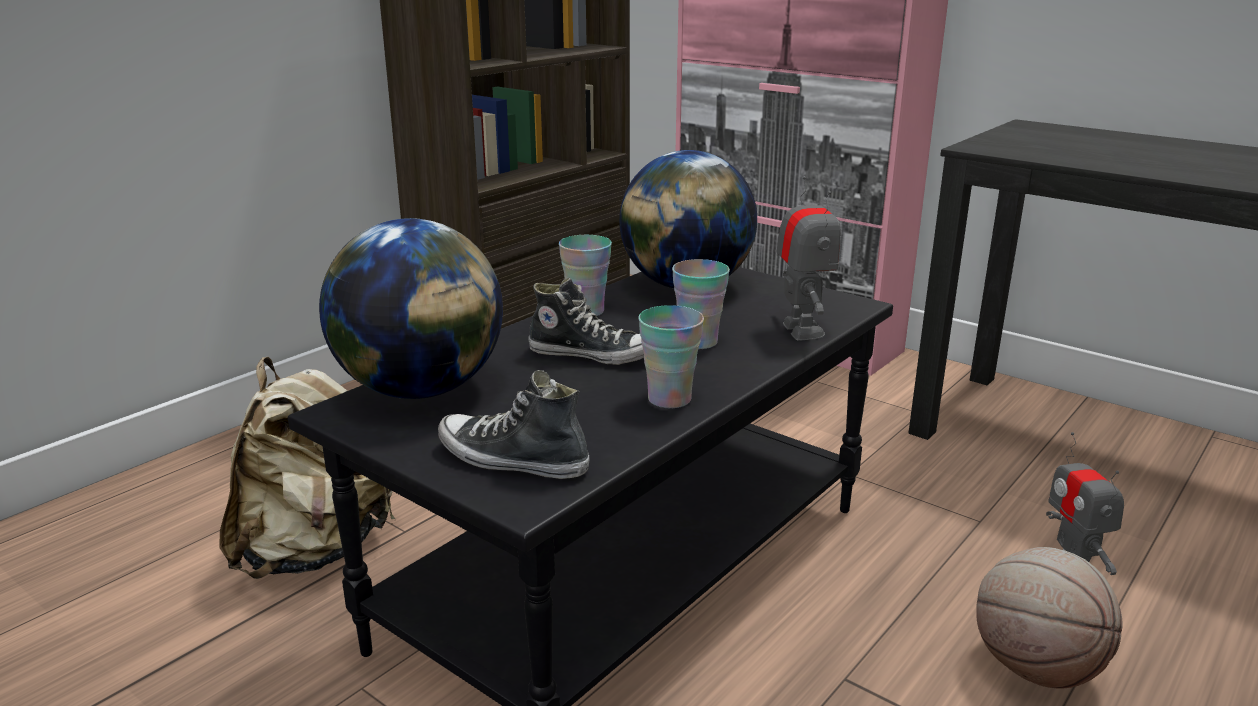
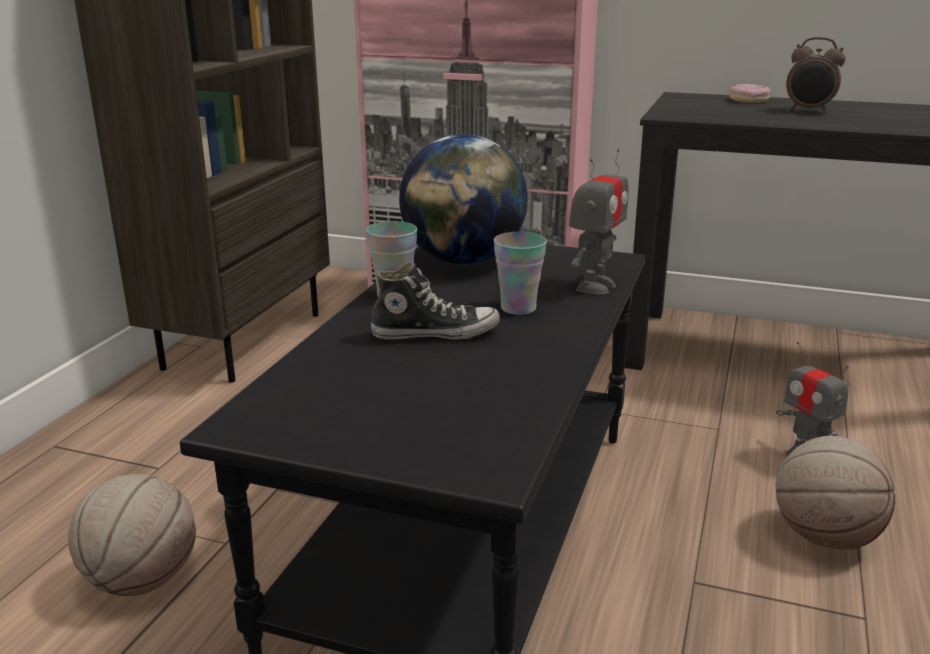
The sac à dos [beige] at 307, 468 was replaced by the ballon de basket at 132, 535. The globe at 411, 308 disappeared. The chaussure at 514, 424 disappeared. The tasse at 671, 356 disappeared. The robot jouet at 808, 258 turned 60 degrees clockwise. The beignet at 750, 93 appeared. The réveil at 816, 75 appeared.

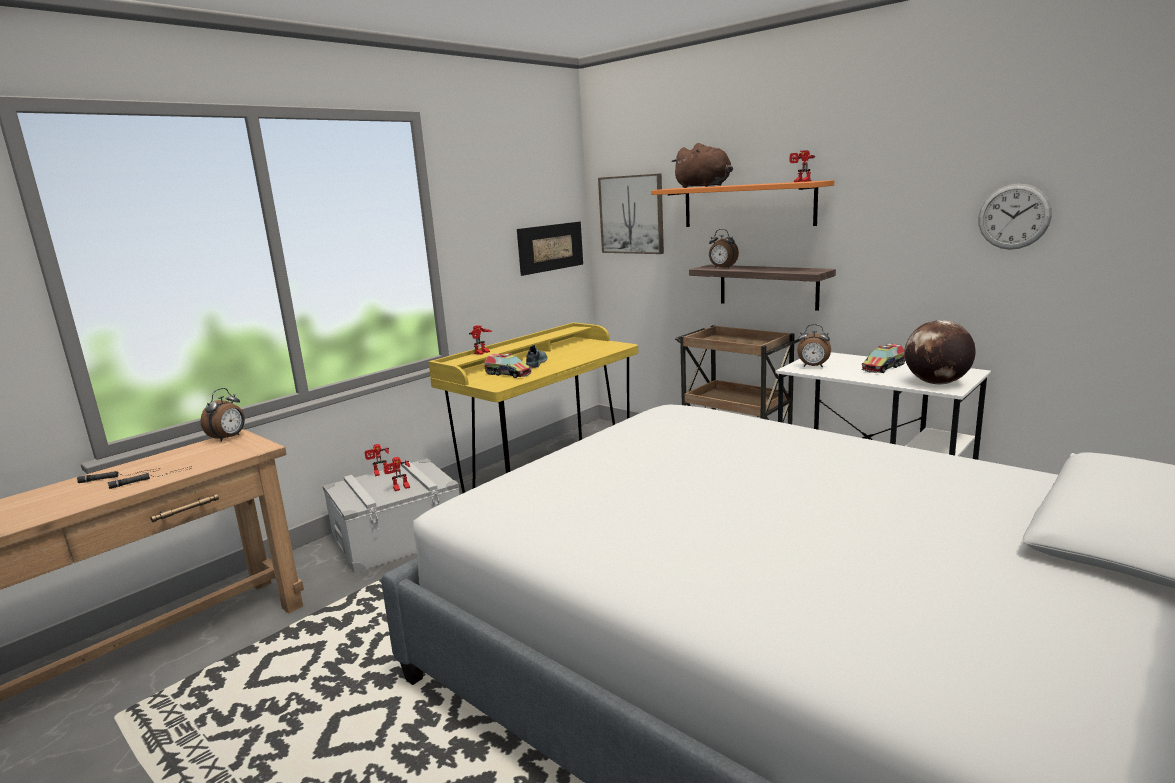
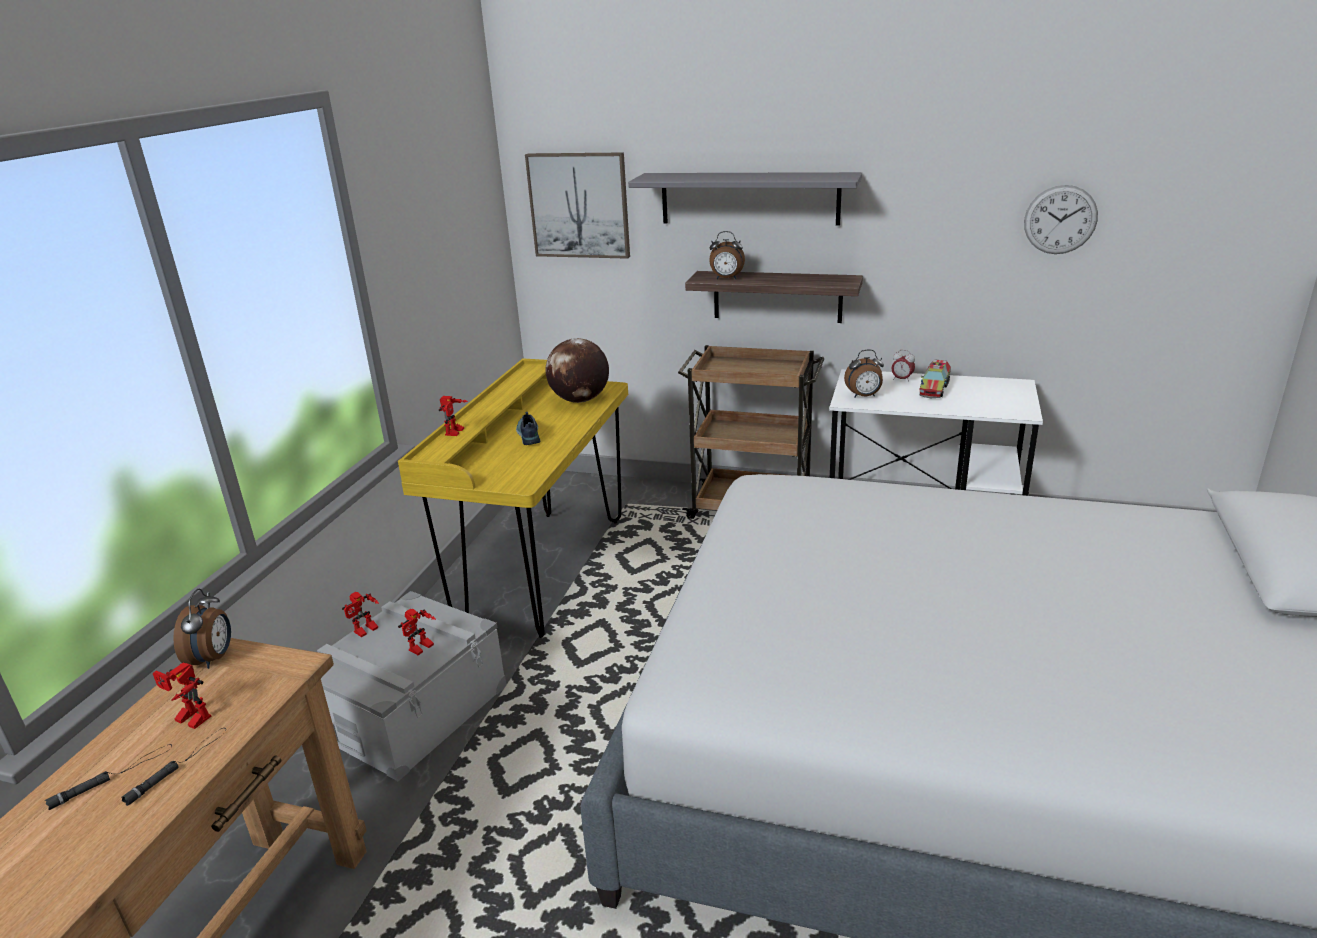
The camion jouet at 508, 365 disappeared. The tableau at 550, 249 disappeared. The étagère [orange] at 742, 203 became the étagère [gris] at 745, 199. The peluche [marron] at 702, 165 disappeared. The robot jouet moved from 802, 166 to 182, 695. The globe moved from 940, 352 to 577, 370. The réveil at 903, 366 appeared.

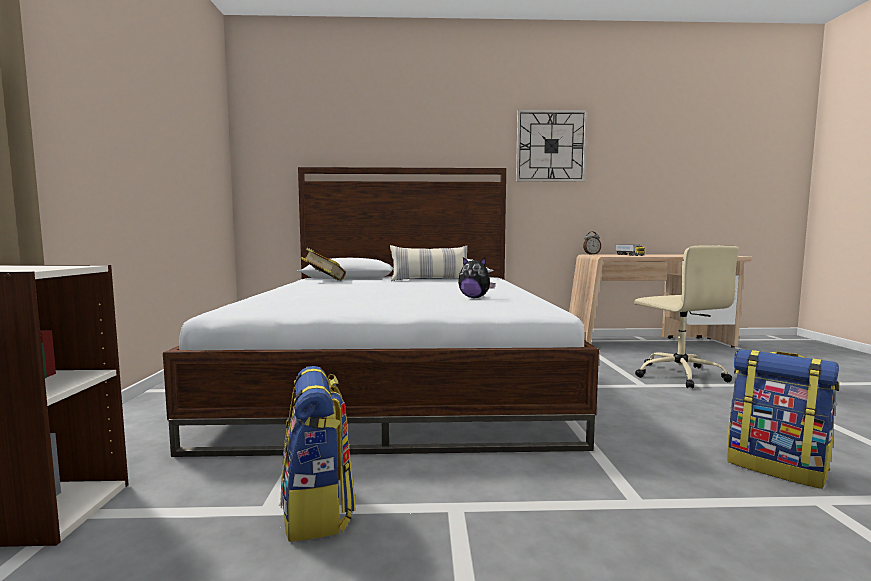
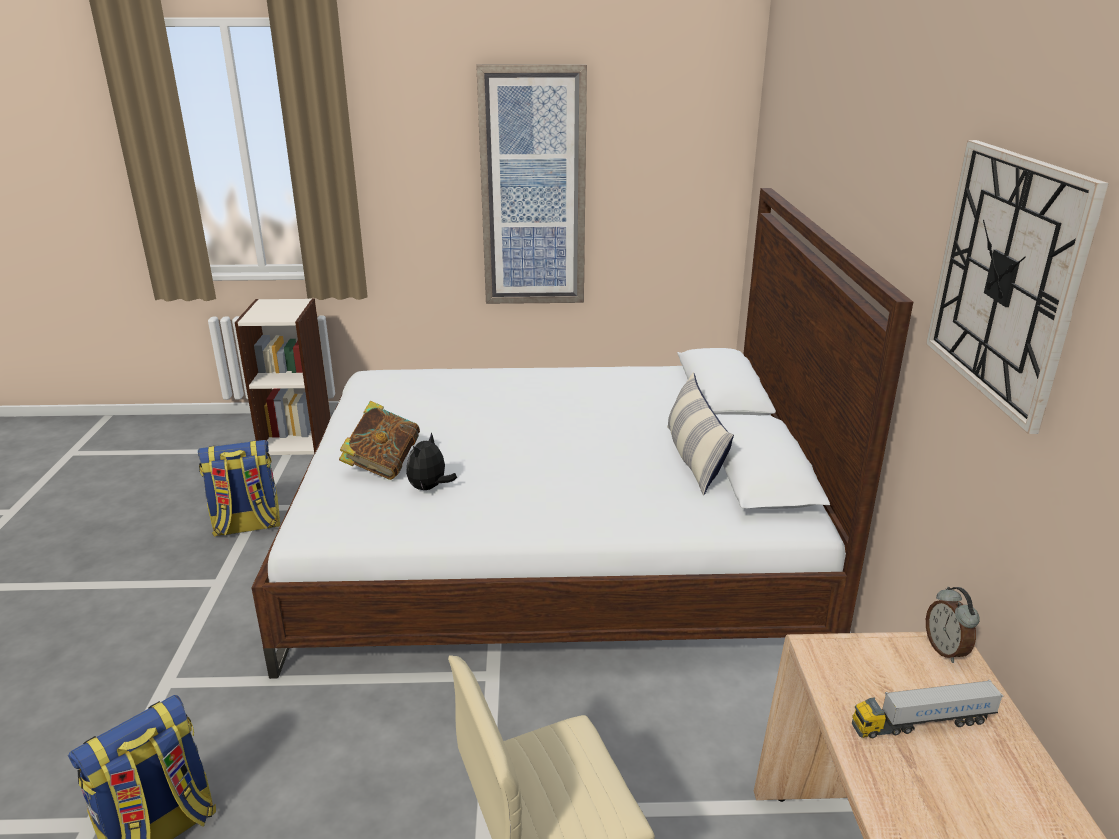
The livre moved from 323, 264 to 379, 440. The tableau at 531, 184 appeared.

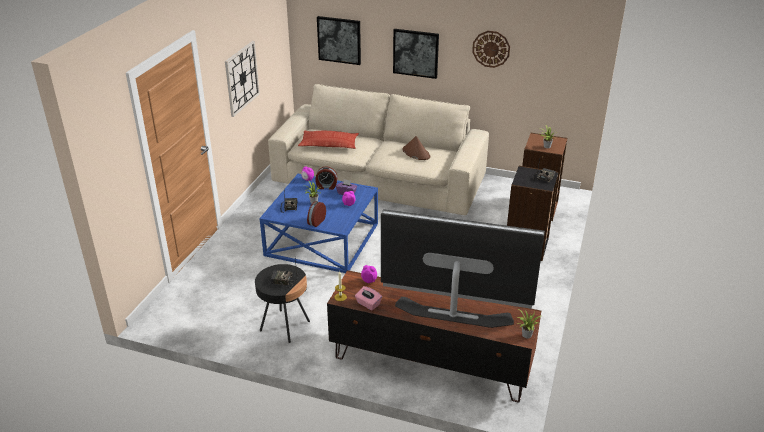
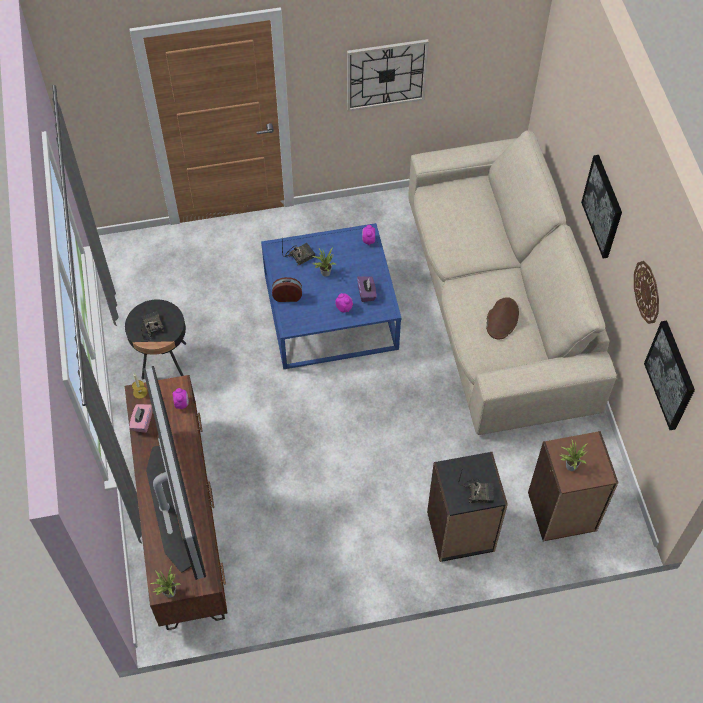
The coussin at 328, 140 disappeared. The réveil at 326, 178 disappeared. The tableau moved from 339, 40 to 669, 375.

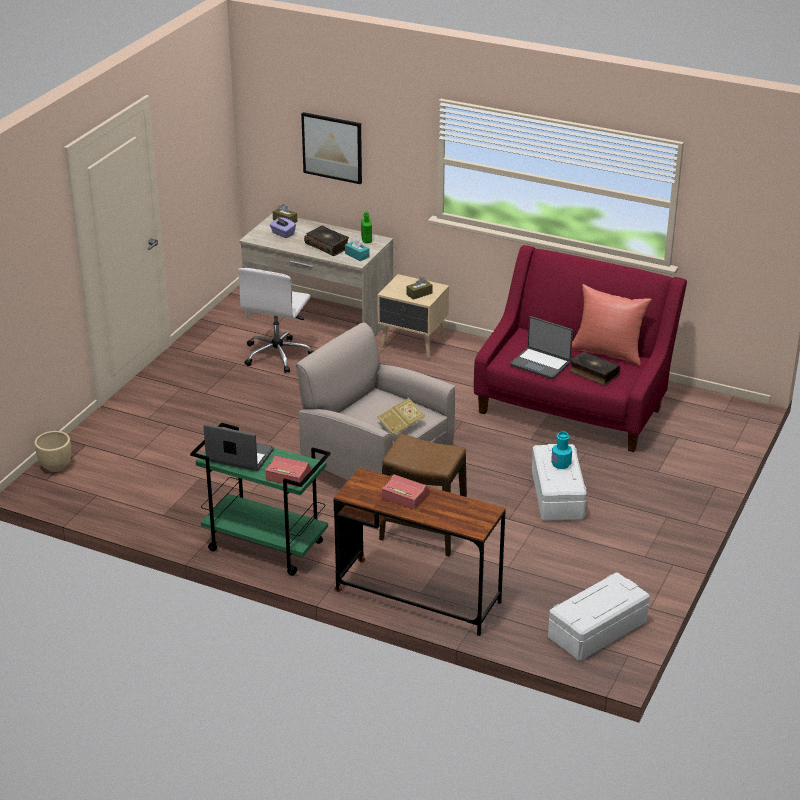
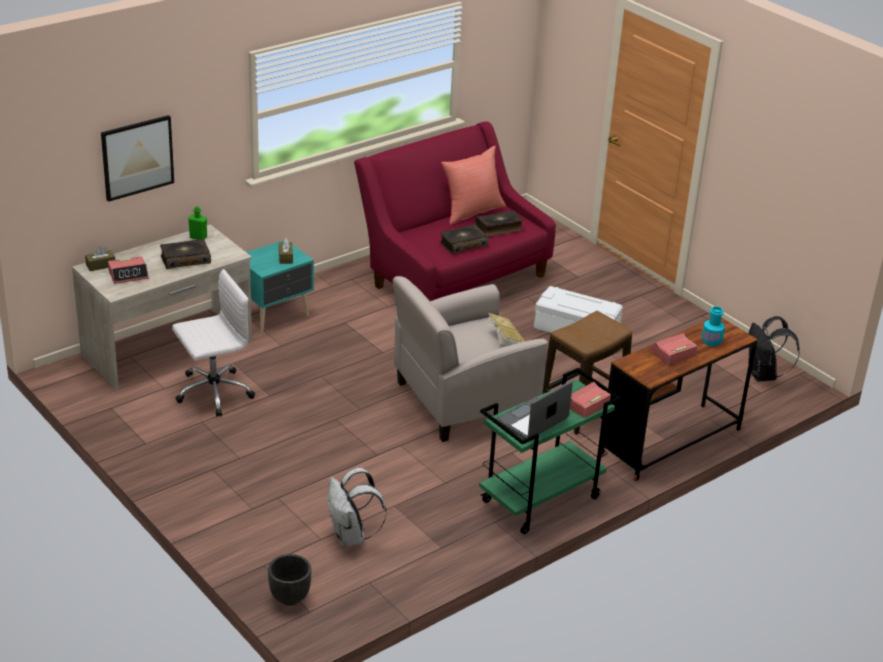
The cache-pot [beige] at 52, 451 became the cache-pot [noir] at 289, 580. The chaise de bureau [blanc] at 276, 320 turned 75 degrees counterclockwise. The boîte à mouchoirs [violet] at 283, 227 was replaced by the réveil at 128, 270. The boîte à mouchoirs [turquoise] at 357, 249 disappeared. The table de chevet [beige] at 413, 316 became the table de chevet [turquoise] at 280, 286. The ordinateur portable at 541, 347 was replaced by the livre at 464, 239. The boîte de rangement [blanc] at 599, 616 was replaced by the sac à dos [noir] at 774, 349. The bouteille [turquoise] moved from 561, 450 to 713, 326. The sac à dos [blanc] at 356, 507 appeared.

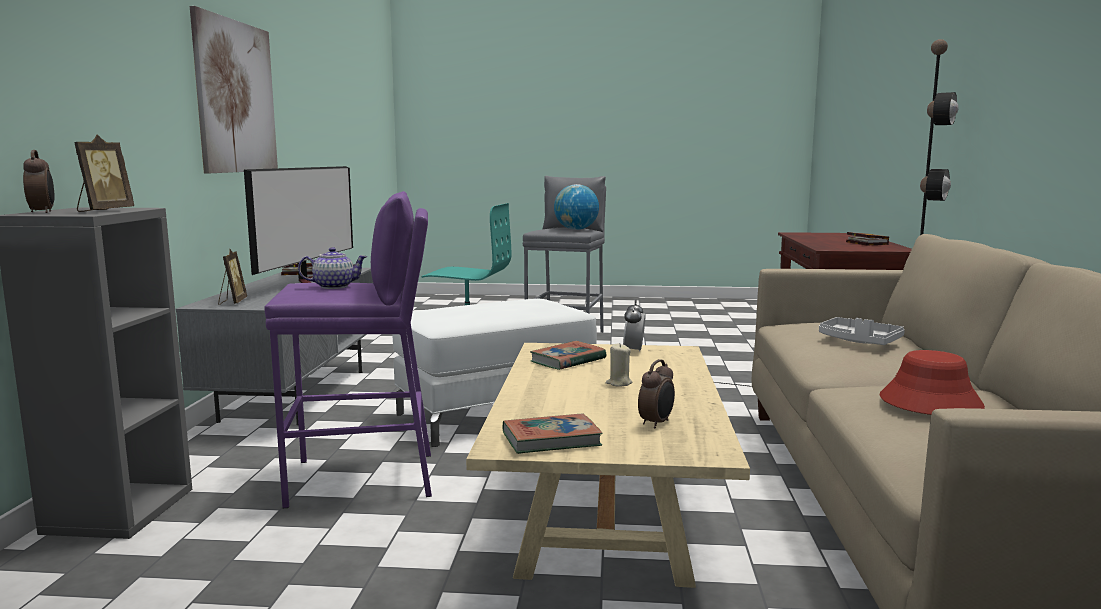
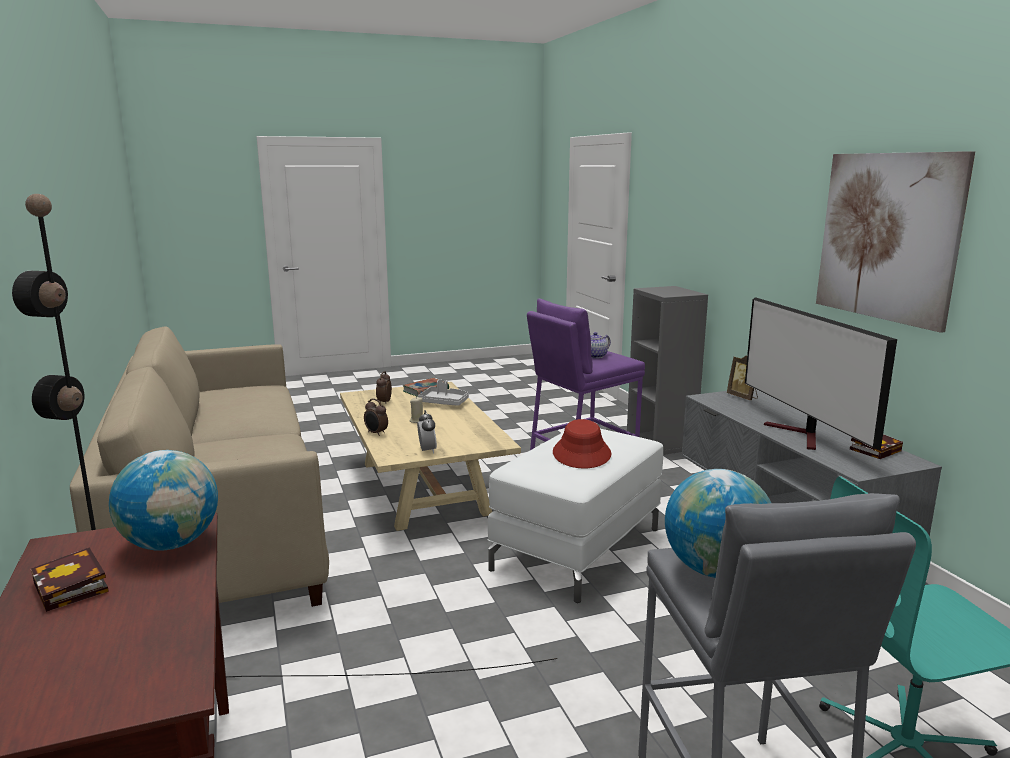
The réveil moved from 39, 181 to 376, 417. The cadre photo at 104, 173 disappeared. The livre at 568, 355 disappeared. The plateau [gris] moved from 862, 331 to 443, 392. The chapeau [rouge] moved from 932, 382 to 582, 444. The globe at 163, 500 appeared.

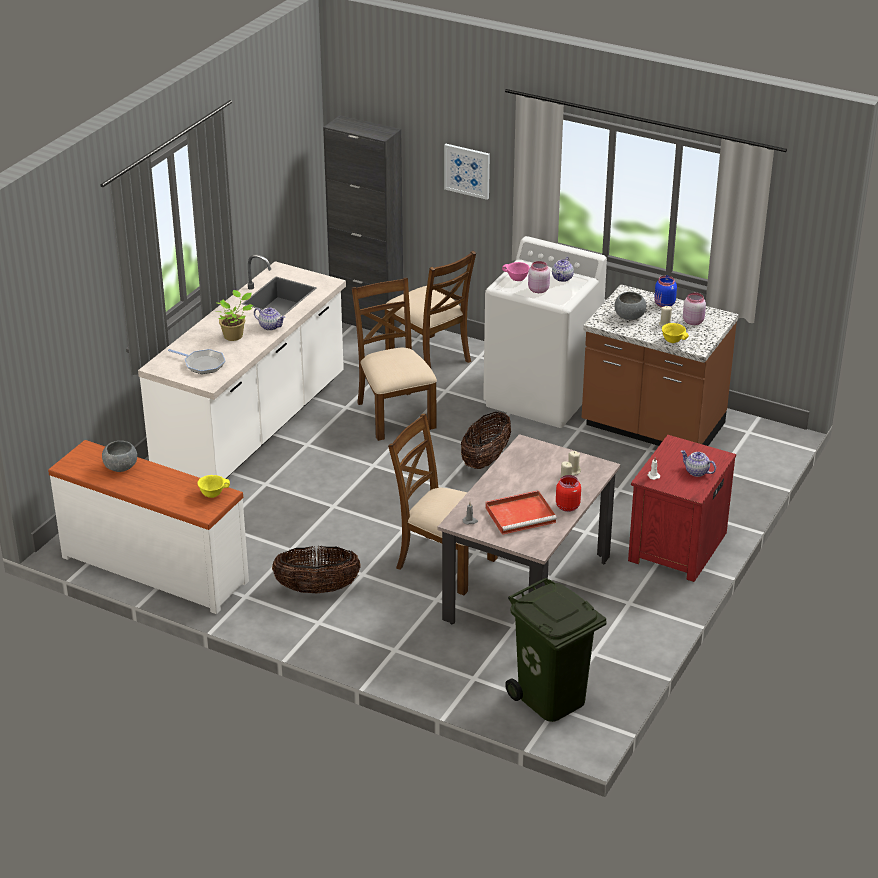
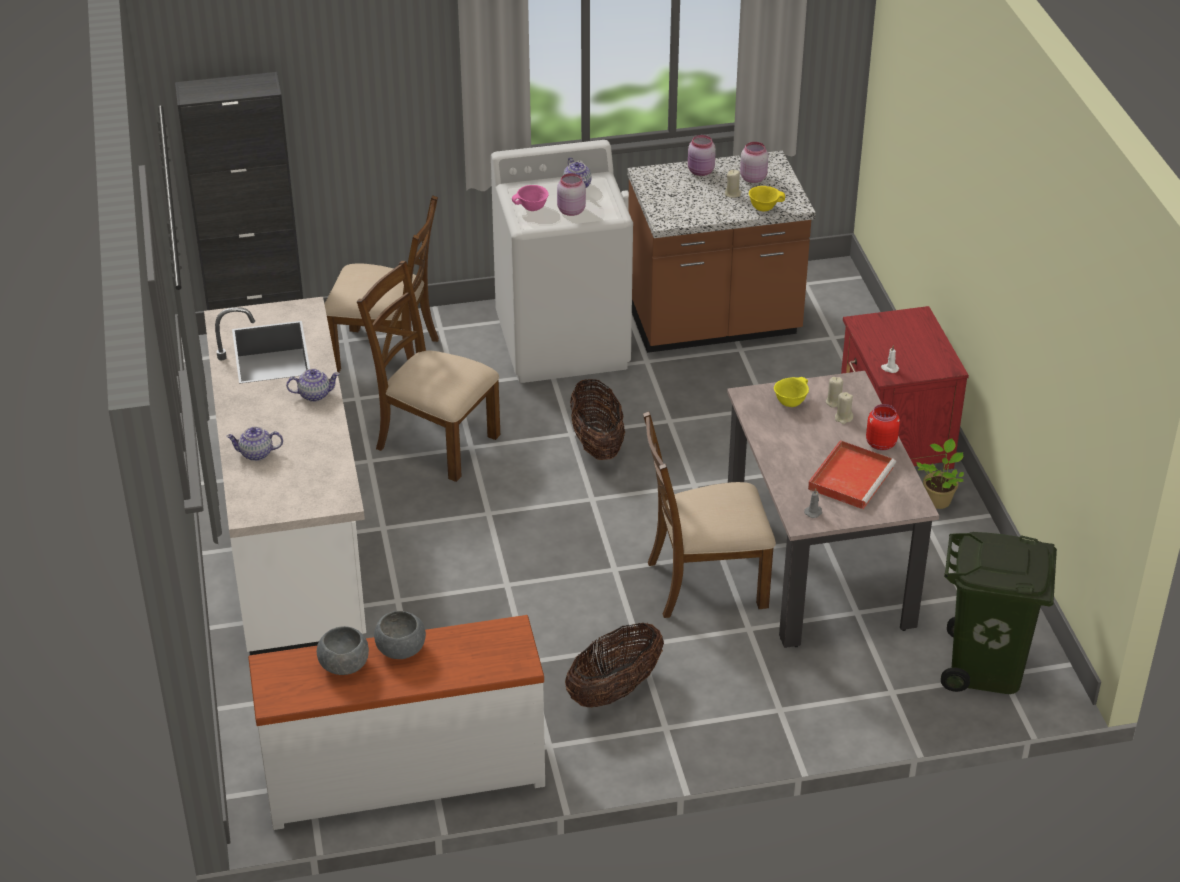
The poêle at 196, 361 disappeared. The bol [jaune] moved from 214, 486 to 791, 392. The plante en pot moved from 234, 315 to 940, 473. The tableau at 467, 172 disappeared. The bol [gris] moved from 630, 306 to 400, 635. The bocal [bleu] at 665, 291 became the bocal [rose] at 702, 155. The théière moved from 698, 463 to 254, 444.

